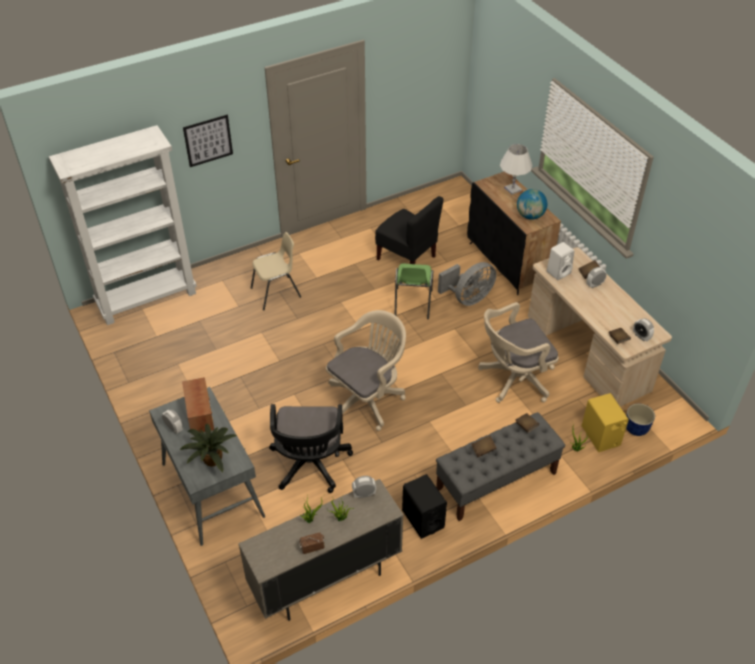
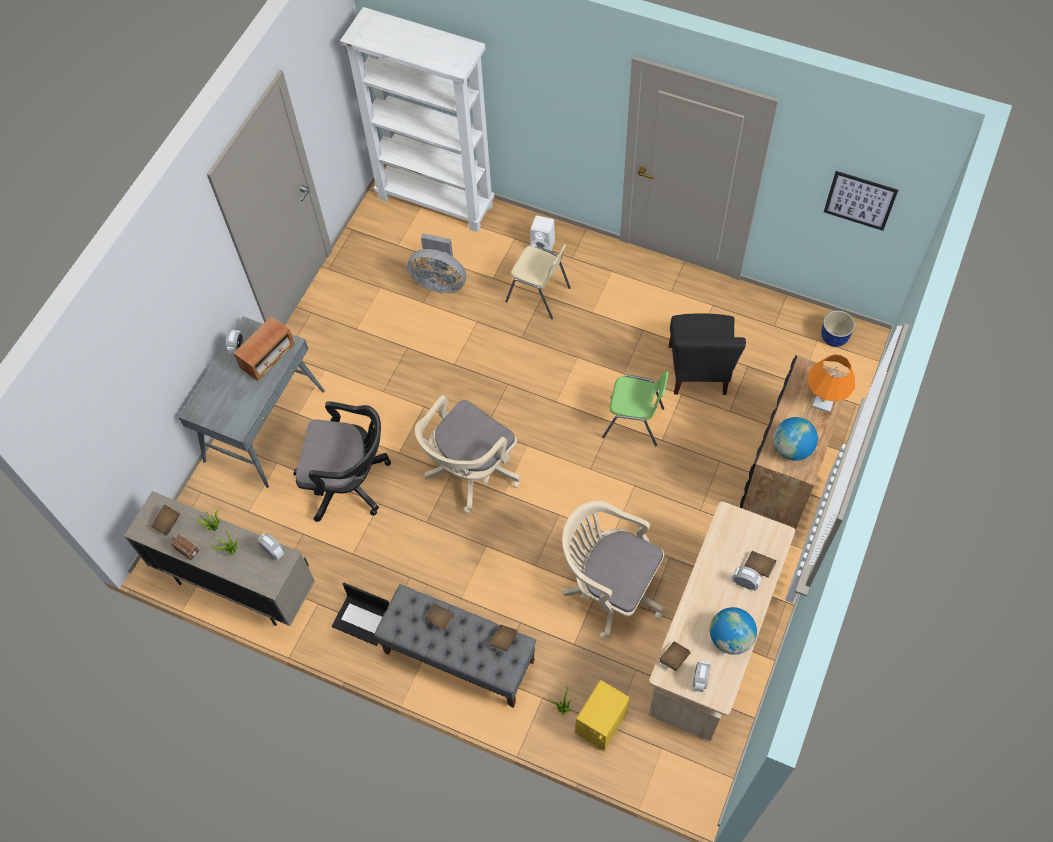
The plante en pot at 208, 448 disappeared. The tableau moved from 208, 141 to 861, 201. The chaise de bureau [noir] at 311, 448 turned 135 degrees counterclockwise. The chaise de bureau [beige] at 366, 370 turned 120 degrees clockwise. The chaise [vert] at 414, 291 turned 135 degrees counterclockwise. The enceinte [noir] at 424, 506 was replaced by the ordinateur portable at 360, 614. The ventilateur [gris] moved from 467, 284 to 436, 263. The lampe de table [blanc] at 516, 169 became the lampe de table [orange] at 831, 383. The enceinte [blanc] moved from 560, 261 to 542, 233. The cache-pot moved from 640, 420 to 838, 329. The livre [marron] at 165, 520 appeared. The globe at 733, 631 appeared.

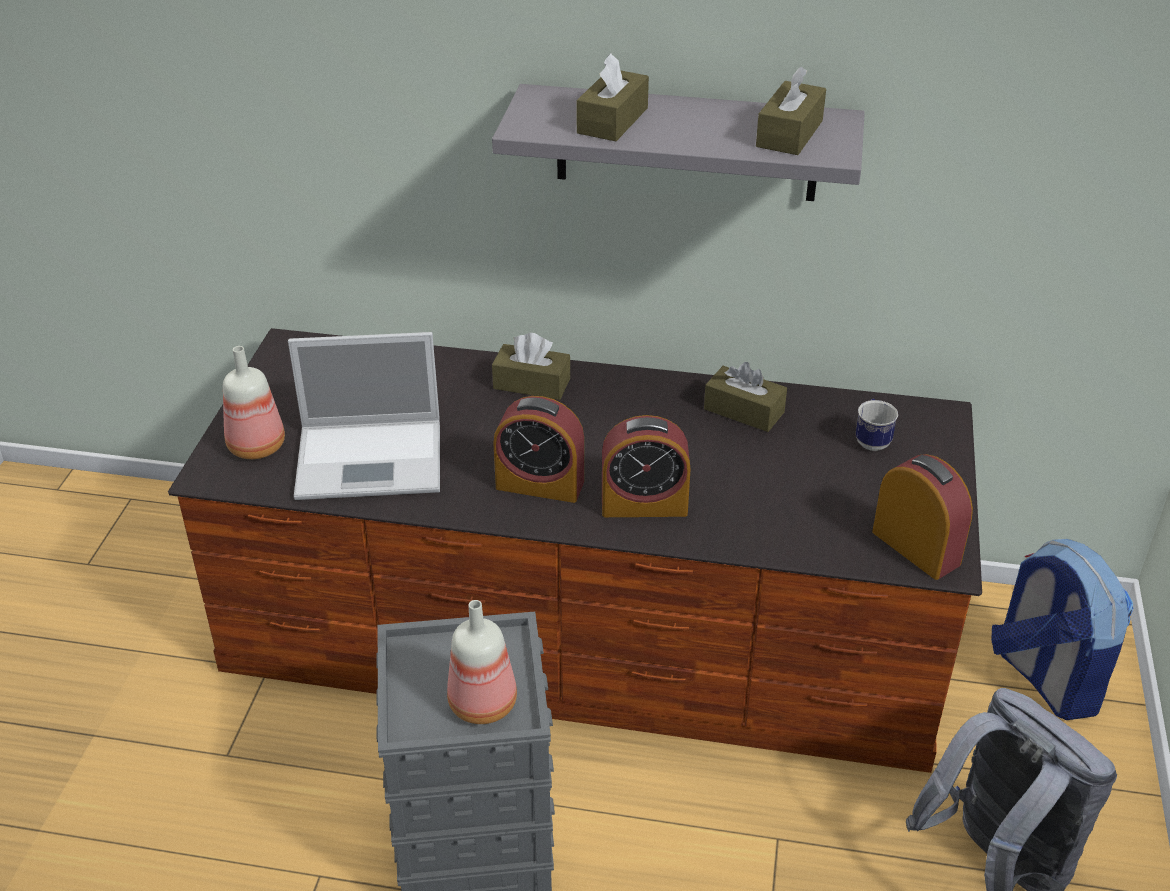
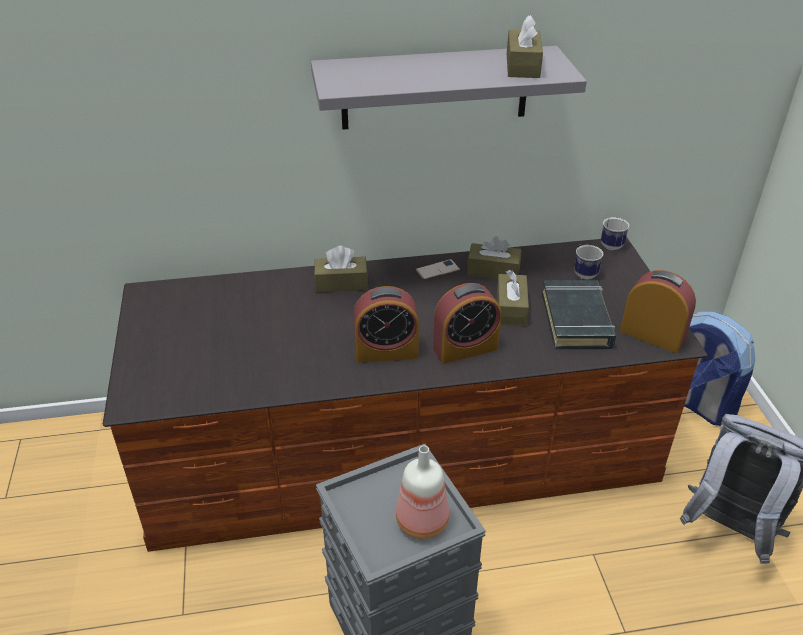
The bouteille at 254, 402 disappeared. The ordinateur portable at 364, 416 disappeared. The boîte à mouchoirs [marron] moved from 613, 97 to 513, 298. The téléphone at 438, 269 appeared. The livre [noir] at 579, 314 appeared. The mug at 615, 233 appeared.

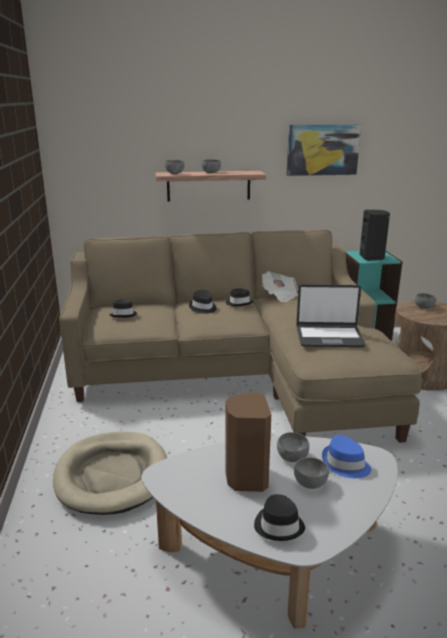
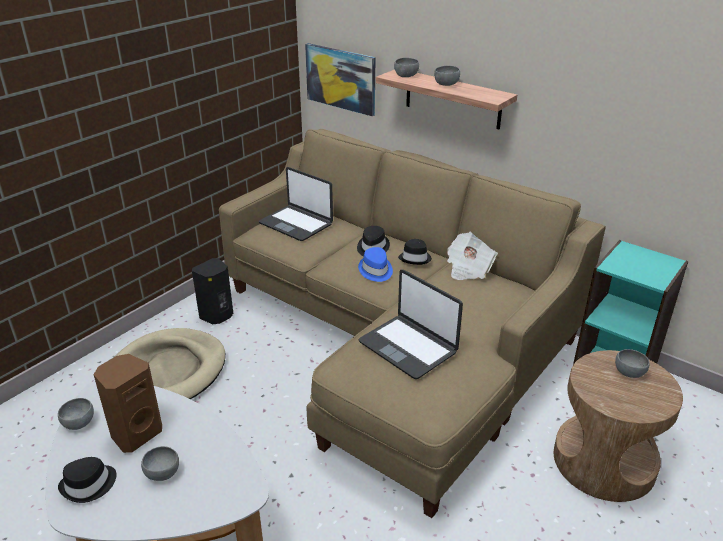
The chapeau [noir] at 123, 308 was replaced by the ordinateur portable at 296, 204. The bol [gris] moved from 293, 447 to 76, 414. The tableau moved from 324, 150 to 340, 79. The chapeau [bleu] moved from 346, 456 to 375, 264. The enceinte [noir] moved from 375, 235 to 212, 291.

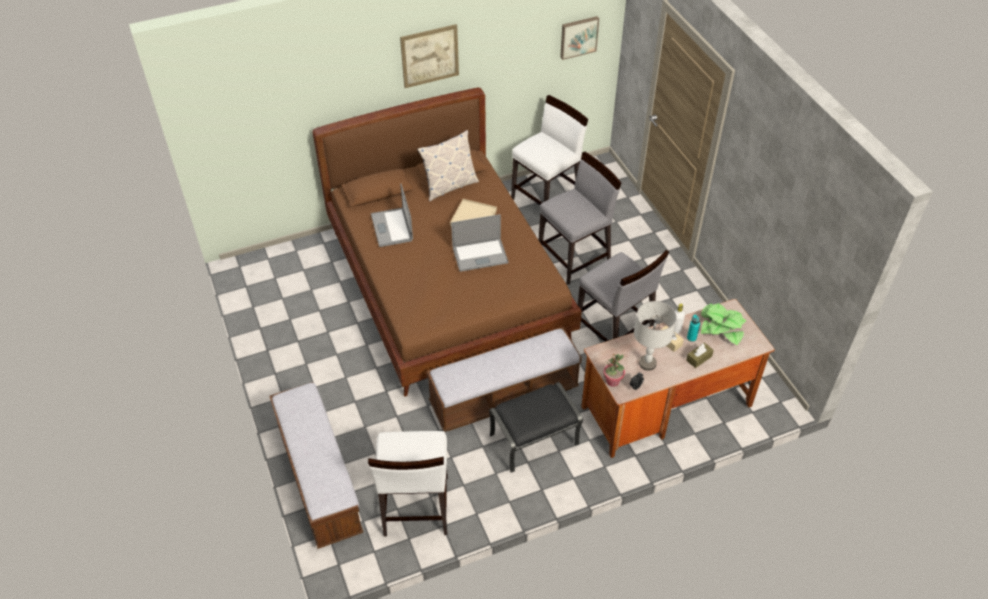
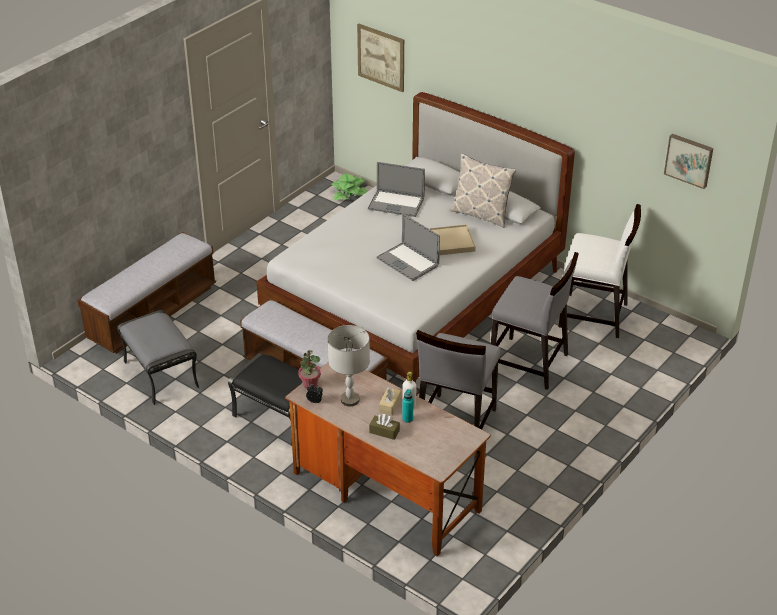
The lit [marron] at 447, 242 became the lit [blanc] at 415, 244. The chaise [blanc] at 408, 484 was replaced by the pouf [gris] at 158, 357. The ordinateur portable at 392, 215 turned 120 degrees counterclockwise. The tableau moved from 429, 56 to 380, 57. The plante en pot moved from 723, 324 to 349, 187.

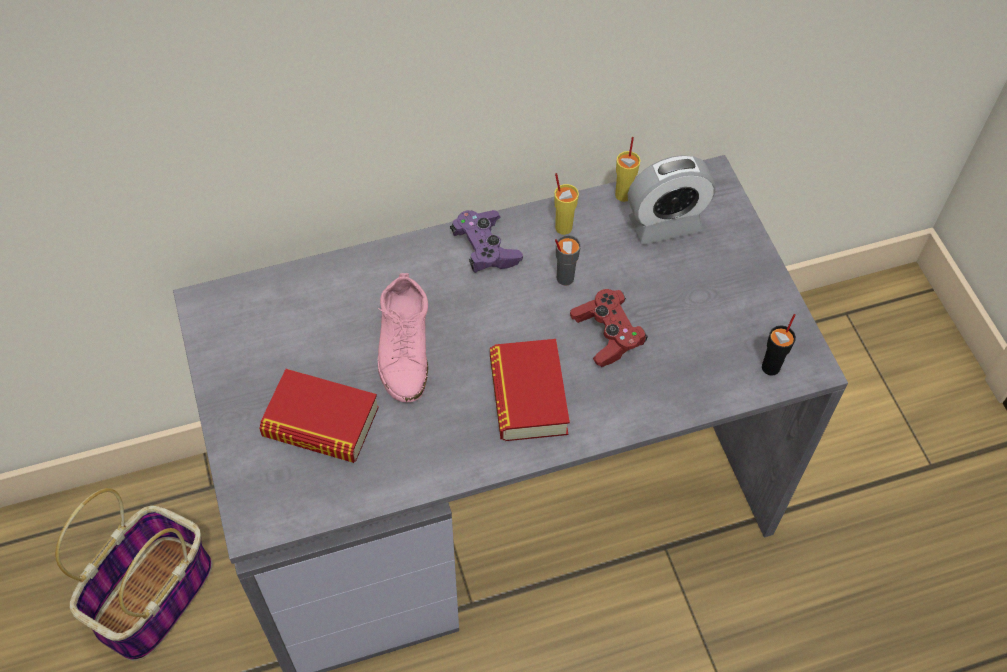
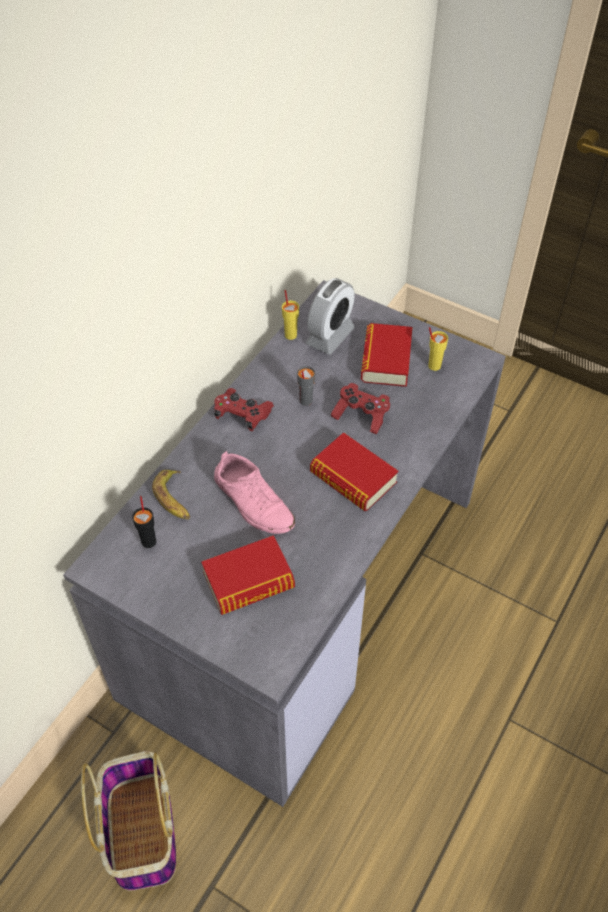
The manette [violet] at 486, 241 became the manette [rouge] at 244, 409. The tasse [jaune] moved from 566, 204 to 438, 349. The tasse [noir] moved from 779, 345 to 144, 522. The banane at 171, 494 appeared. The livre at 386, 355 appeared.

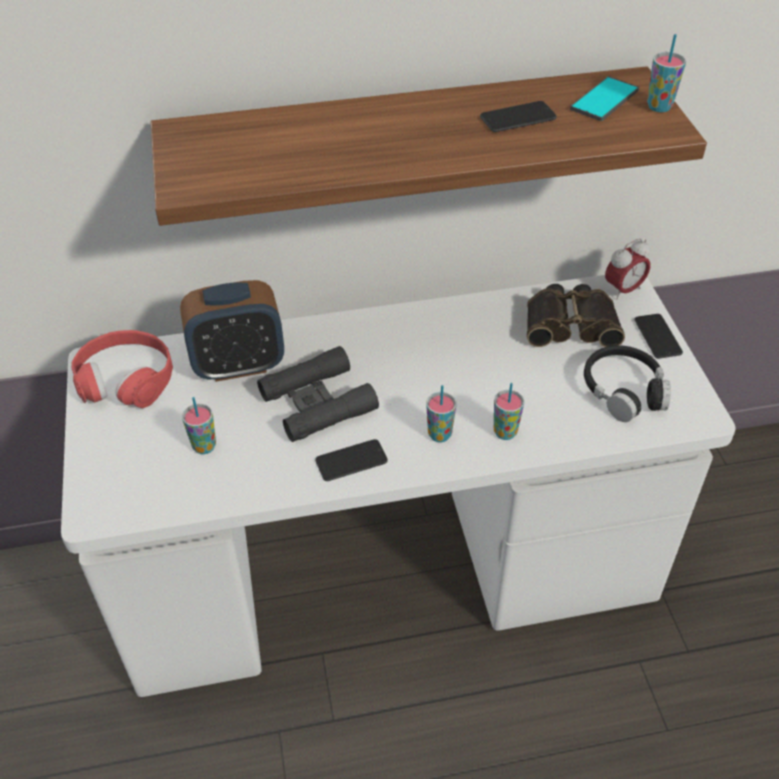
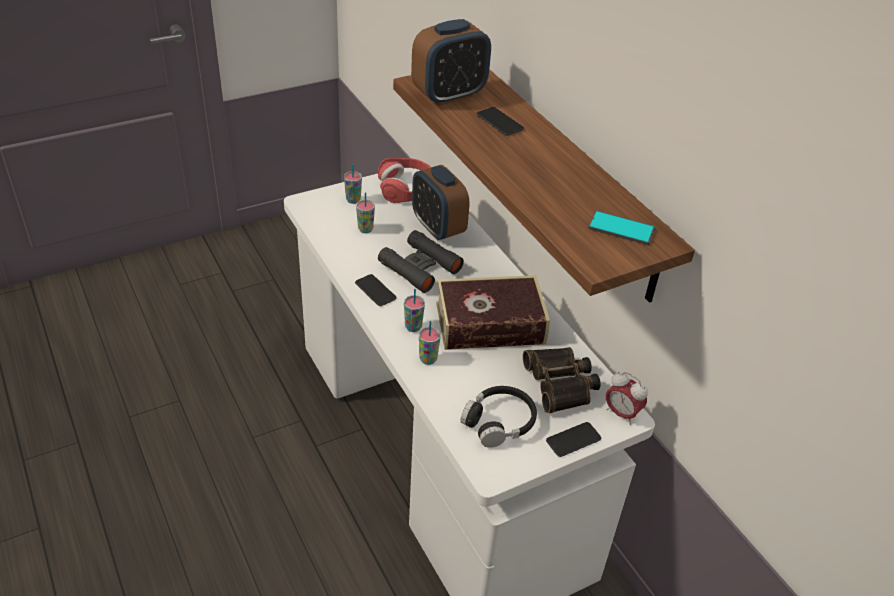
The téléphone moved from 518, 116 to 500, 121. The tasse moved from 666, 73 to 353, 184. The réveil at 451, 62 appeared. The livre at 493, 312 appeared.

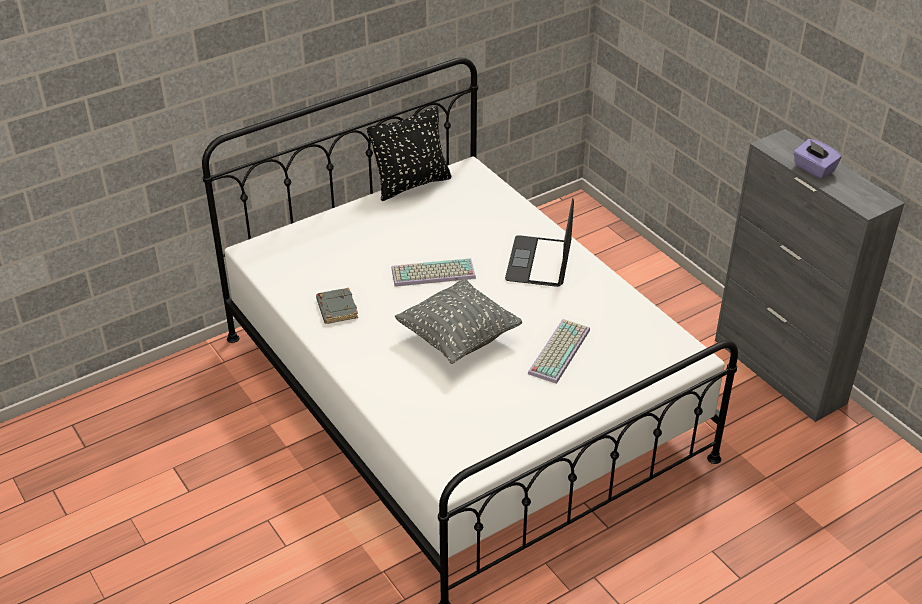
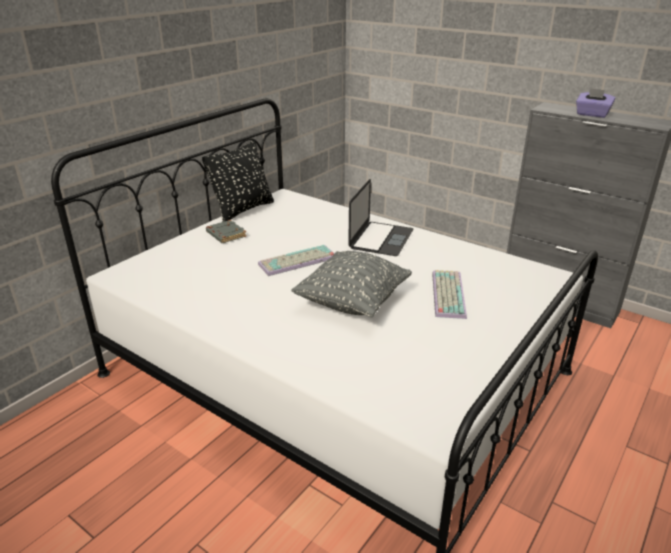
The livre [gris] moved from 337, 306 to 226, 231. The ordinateur portable at 539, 242 turned 150 degrees counterclockwise.

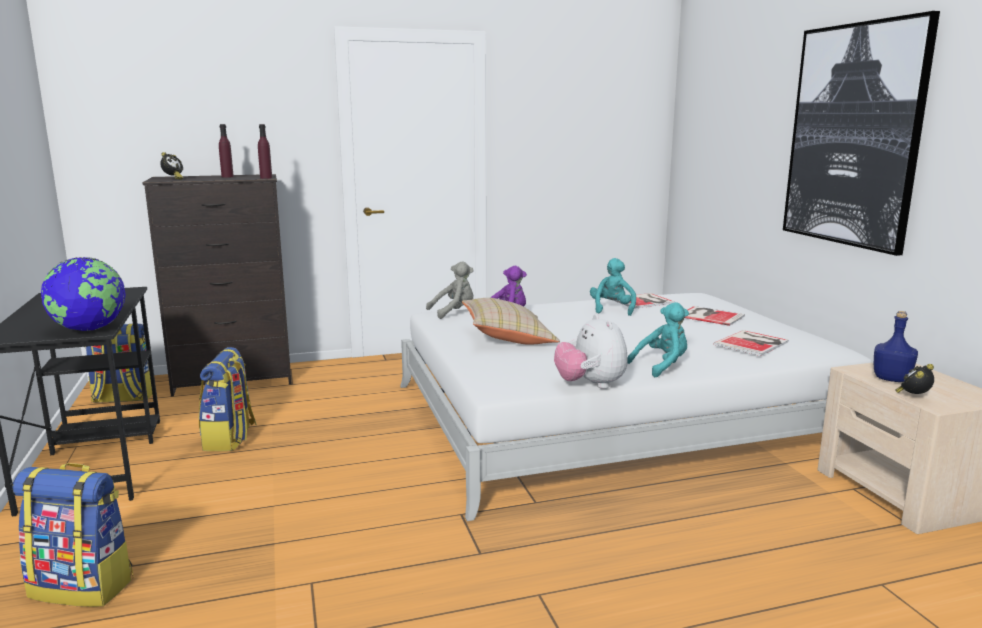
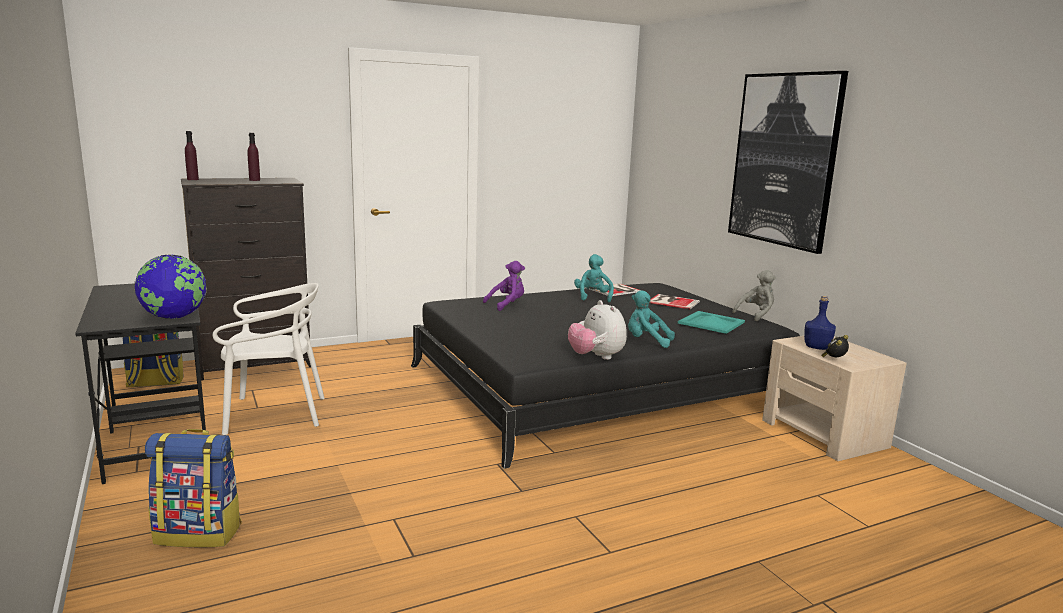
The réveil at 171, 166 disappeared. The sac à dos at 228, 399 was replaced by the chaise [blanc] at 269, 359. The bouteille [violet] moved from 265, 151 to 192, 155. The lit [blanc] at 636, 407 became the lit [noir] at 605, 376. The peluche [gris] moved from 450, 290 to 754, 295. The coussin [beige] at 511, 321 disappeared. The peluche [turquoise] at 658, 339 turned 120 degrees counterclockwise. The livre at 751, 343 was replaced by the plateau [turquoise] at 711, 322.

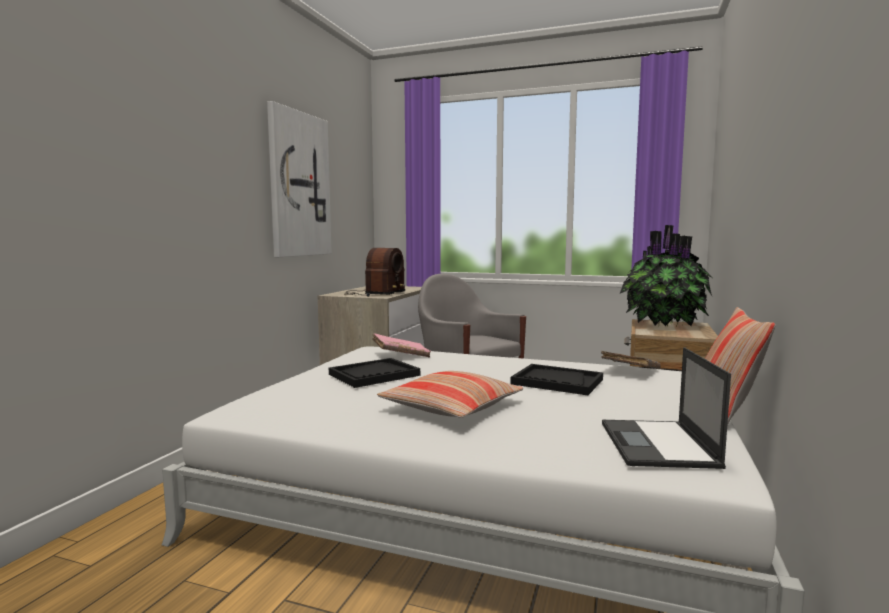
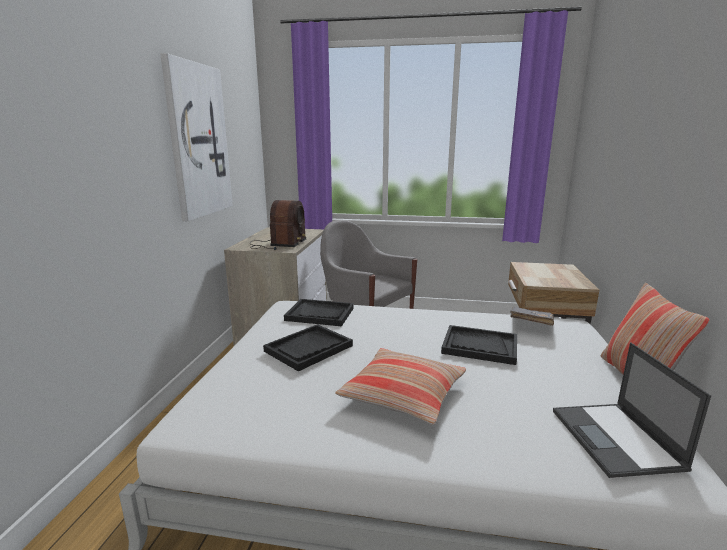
The livre [rose] at 401, 345 was replaced by the plateau [noir] at 319, 312. The plante en pot at 666, 276 disappeared.

